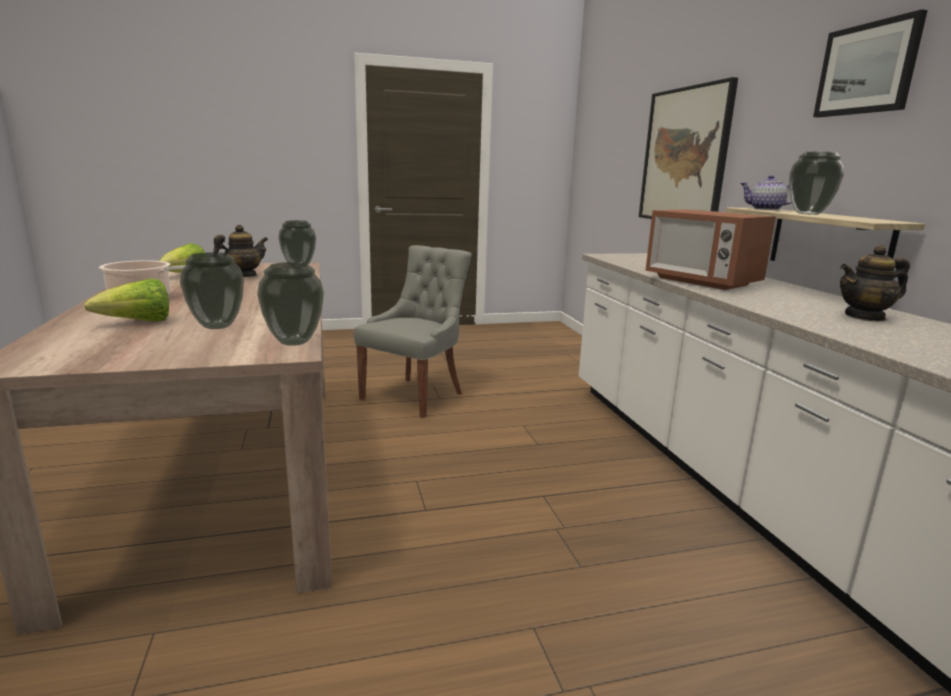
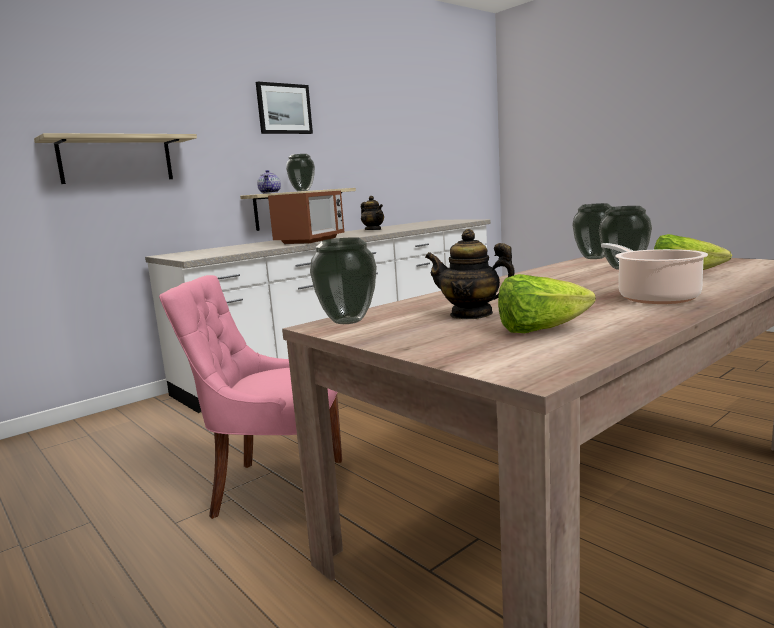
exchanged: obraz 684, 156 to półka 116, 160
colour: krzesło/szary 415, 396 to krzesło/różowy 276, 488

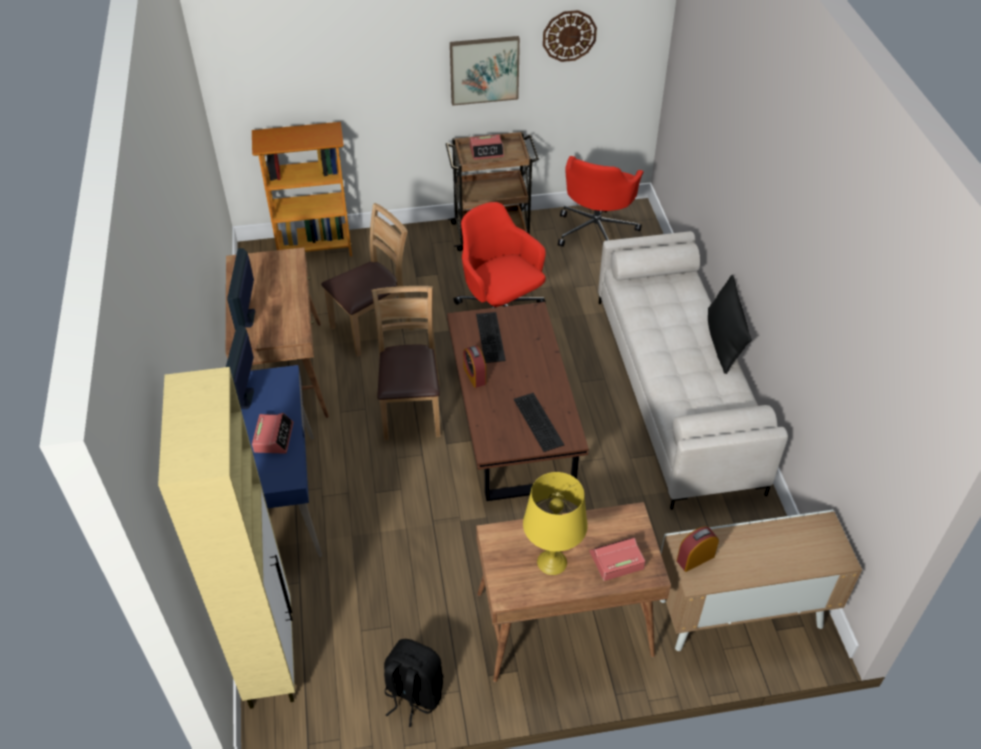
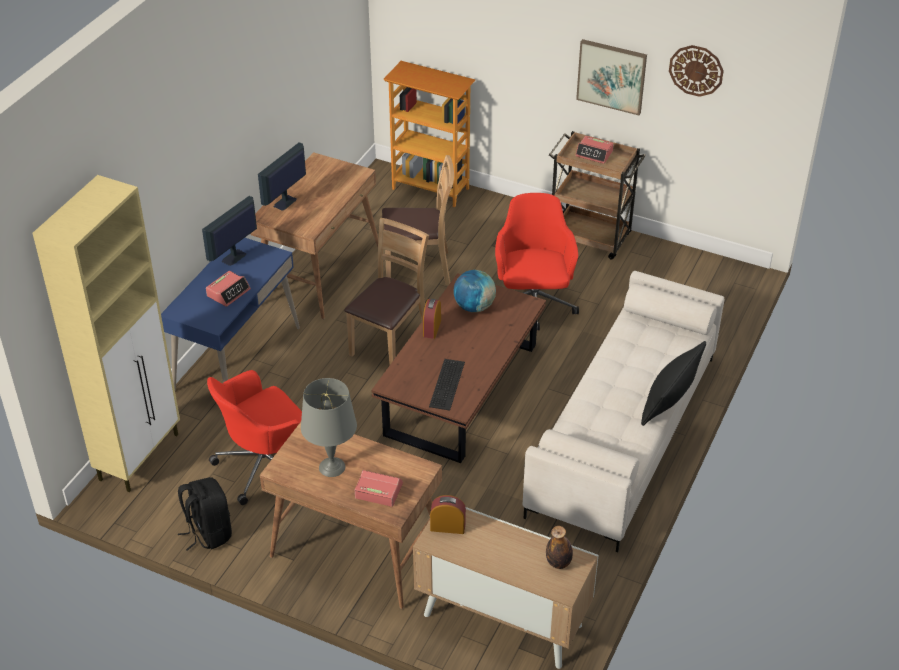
appeared: butelka 558, 563
relocated: krzesło biurowe/czerwony 596, 231 to 266, 465
exchanged: klawiatura 492, 337 to globus 474, 307
colour: lampa stołowa/żółty 551, 562 to lampa stołowa/szary 331, 467

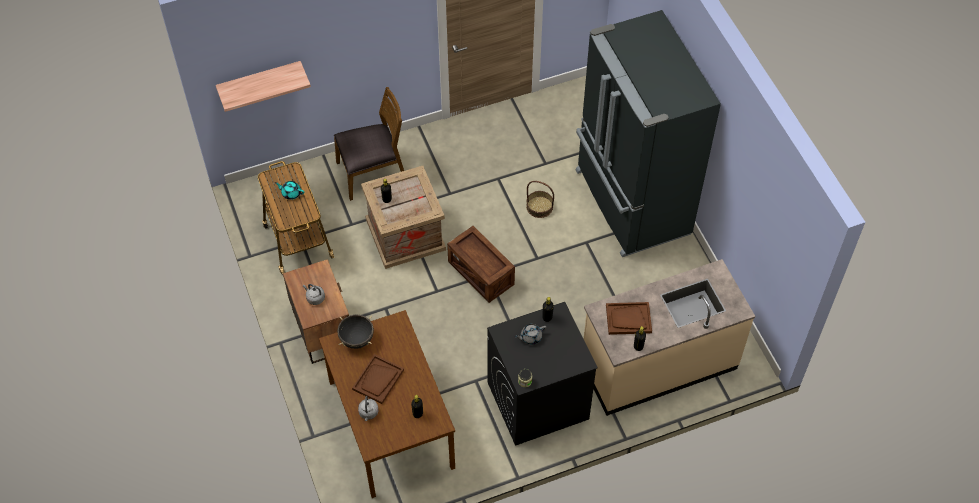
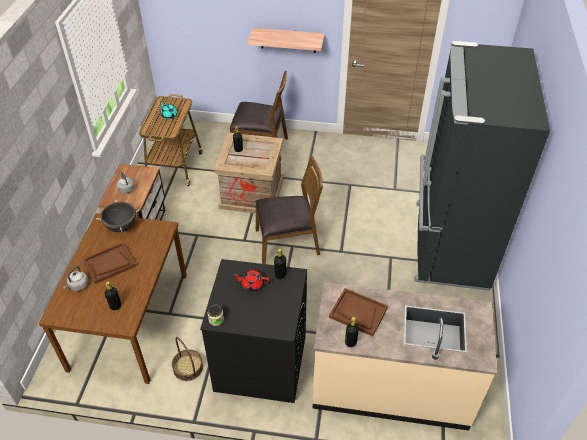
relocated: półka 260, 81 to 288, 40; koszyk 539, 207 to 188, 367
exchanged: skrzynka 481, 273 to krzesło/brązowy 288, 243
colour: imbryk/szary 530, 337 to imbryk/czerwony 252, 284

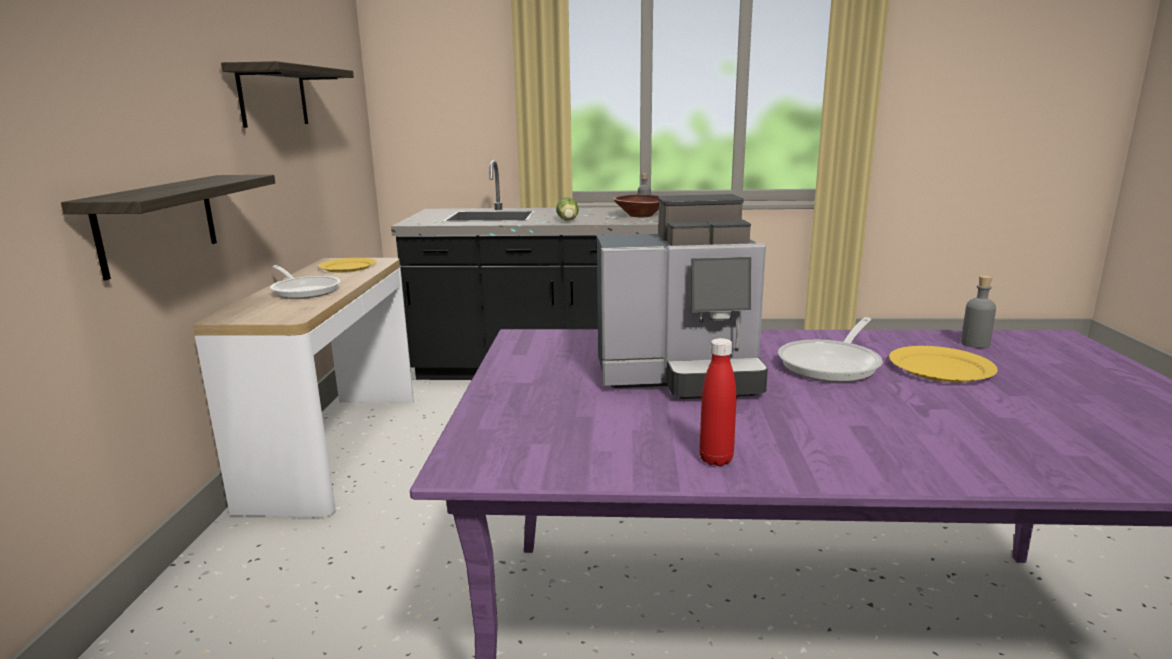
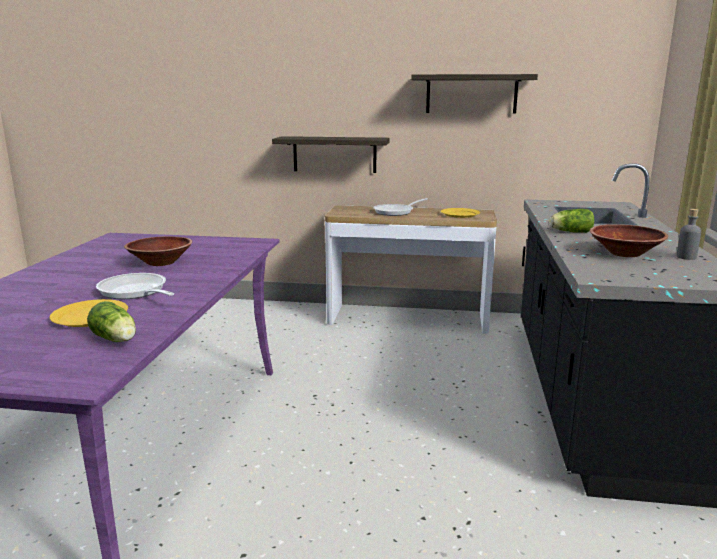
missing: butelka/czerwony 716, 459
exchanged: ekspres do kawy 681, 376 to miska/brązowy 160, 262; butelka/szary 975, 344 to sałata 116, 340

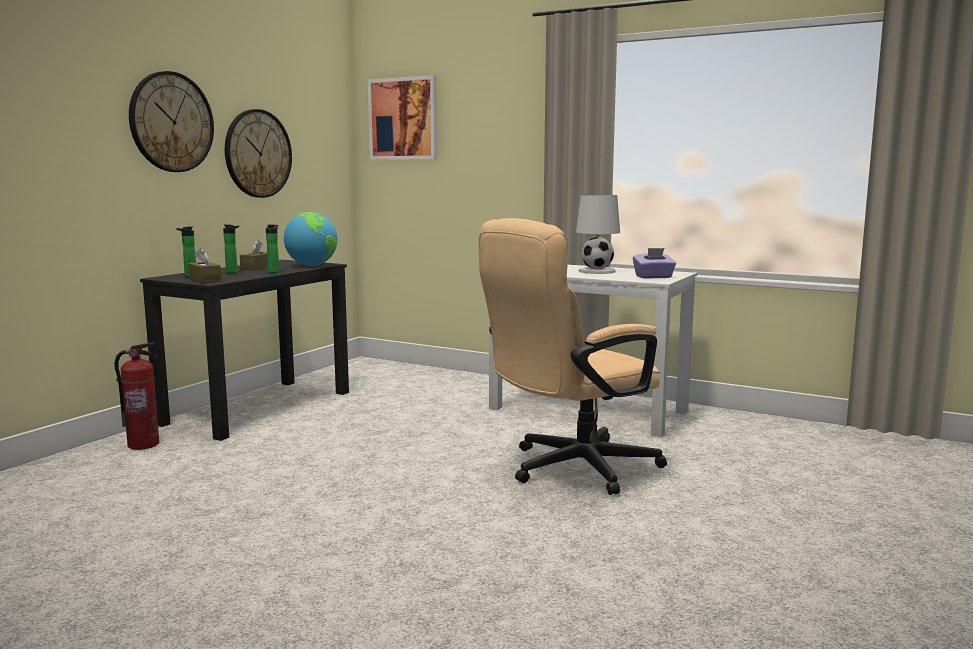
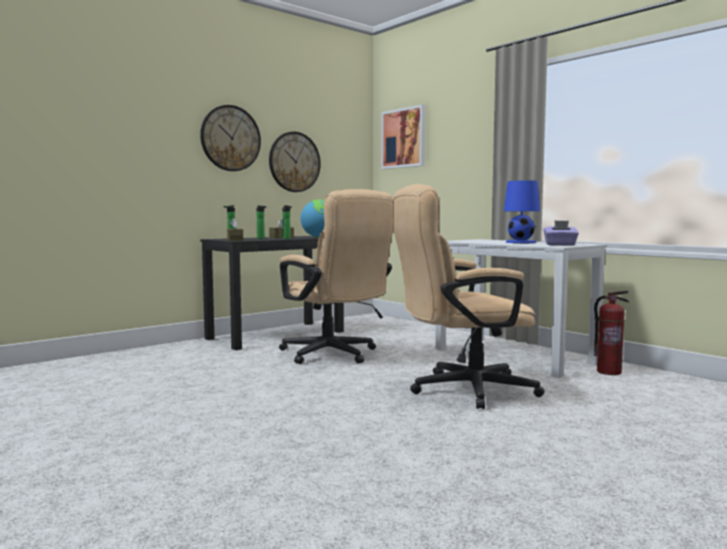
appeared: krzesło biurowe/beżowy 334, 355
relocated: gaśnica 144, 444 to 609, 372
colour: lampa stołowa/biały 596, 271 to lampa stołowa/niebieski 520, 242

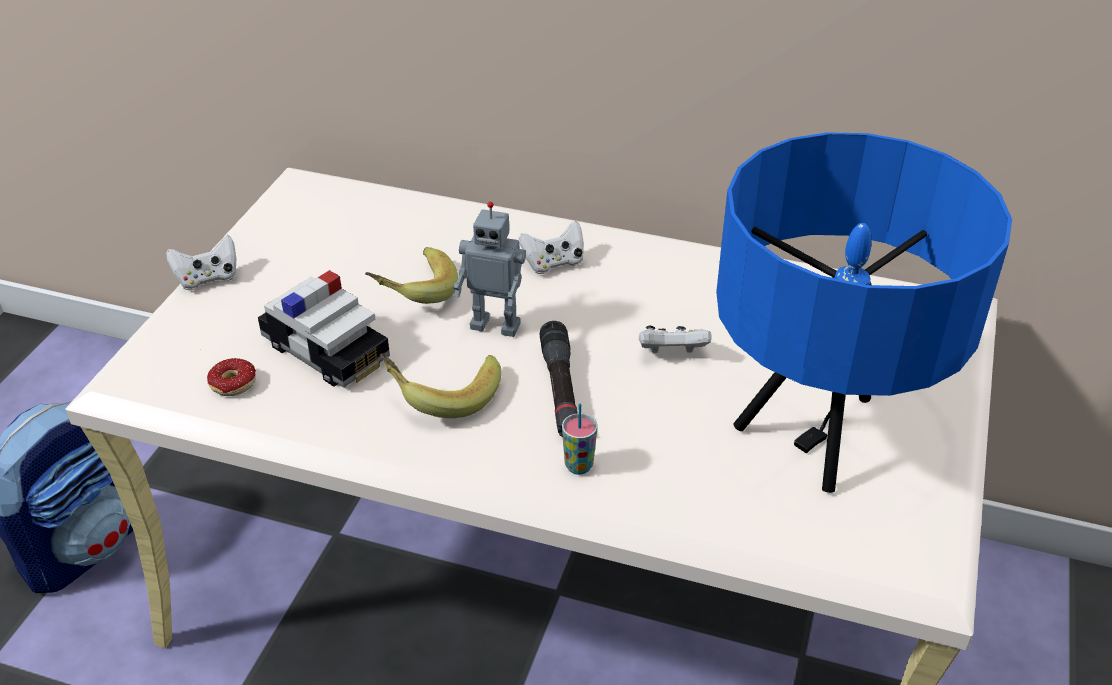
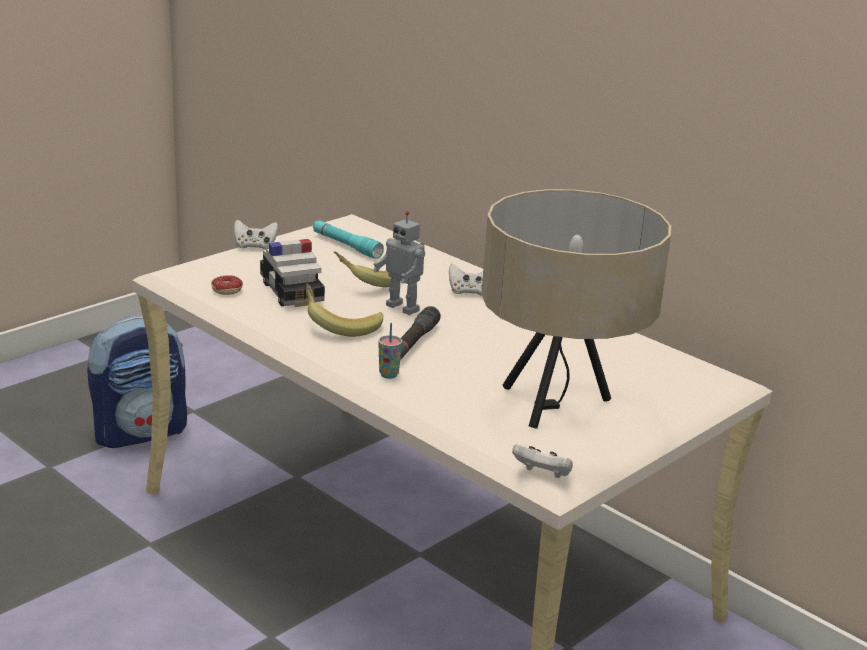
appeared: latarka/turkusowy 346, 246
relocated: pad do gier/biały 672, 354 to 542, 475
colour: lampa stołowa/niebieski 821, 433 to lampa stołowa/beżowy 559, 405

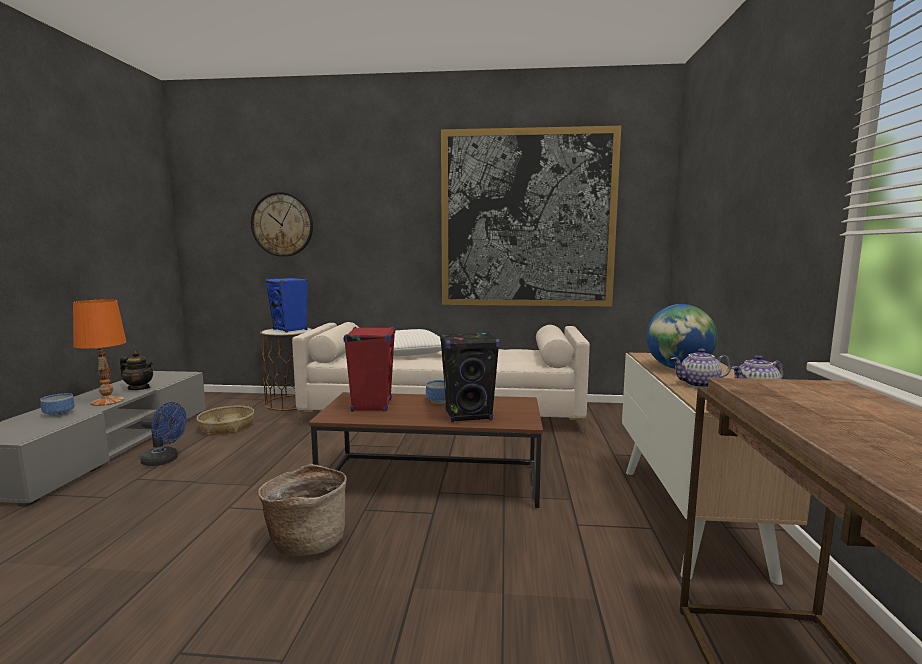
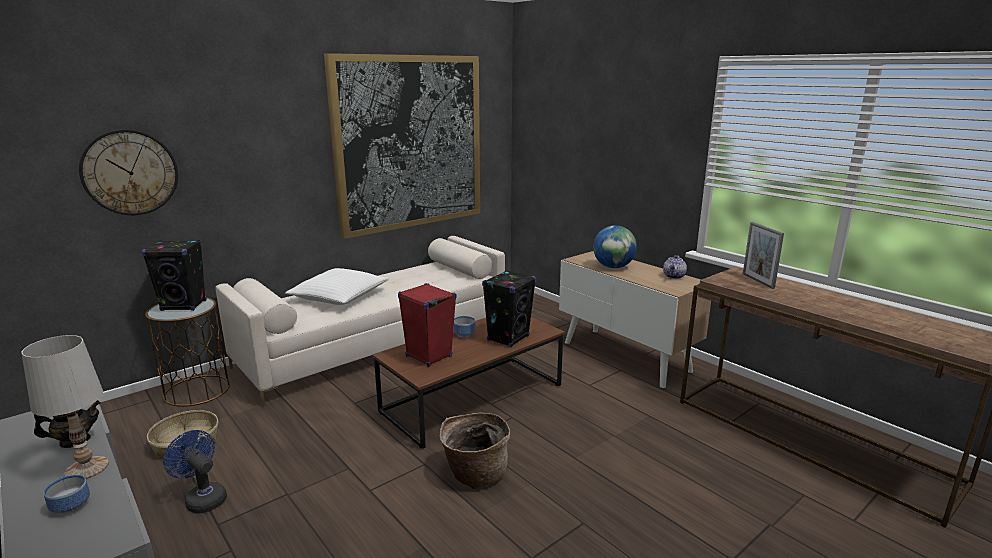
missing: imbryk 699, 385
appeared: ramka na zdjęcie 758, 281
colour: lampa stołowa/pomarańczowy 107, 401 to lampa stołowa/biały 86, 469; głośnik/niebieski 290, 330 to głośnik/czarny 184, 306
spun: wentylator/niebieski 165, 460 = 203, 498 105 degrees counterclockwise

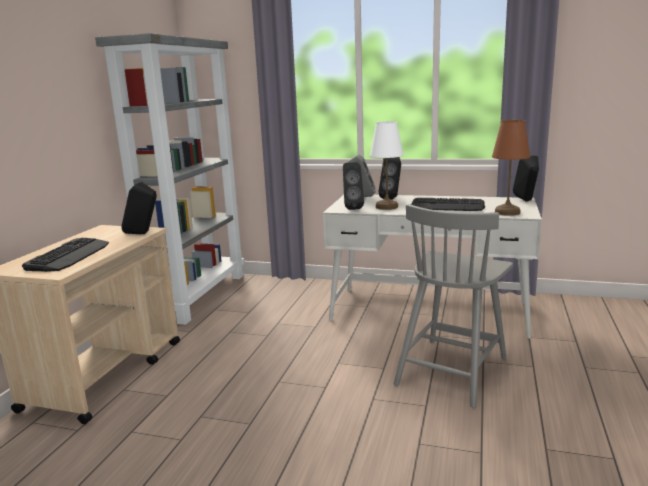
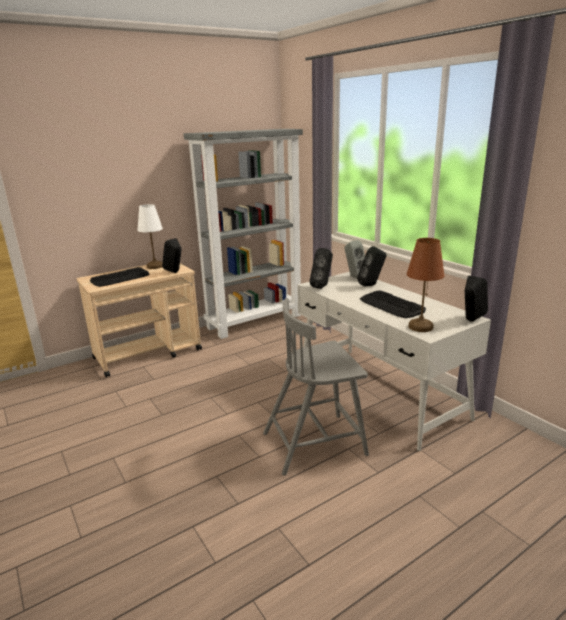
relocated: lampa stołowa/biały 387, 207 to 155, 266

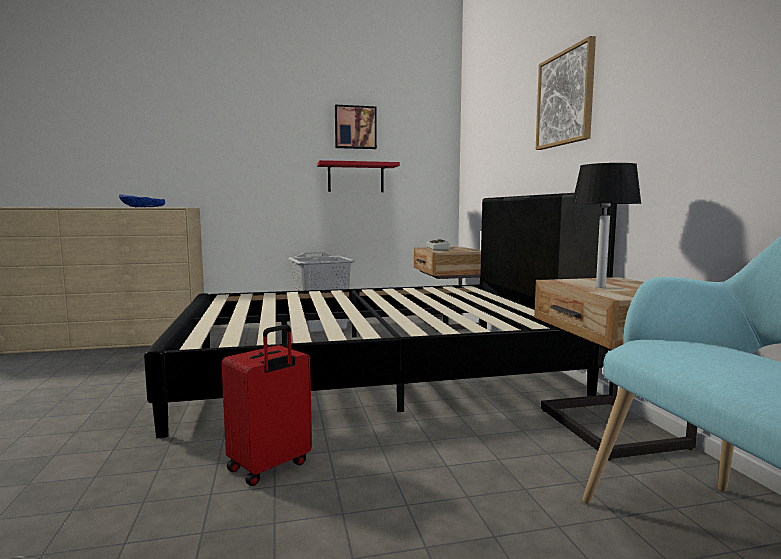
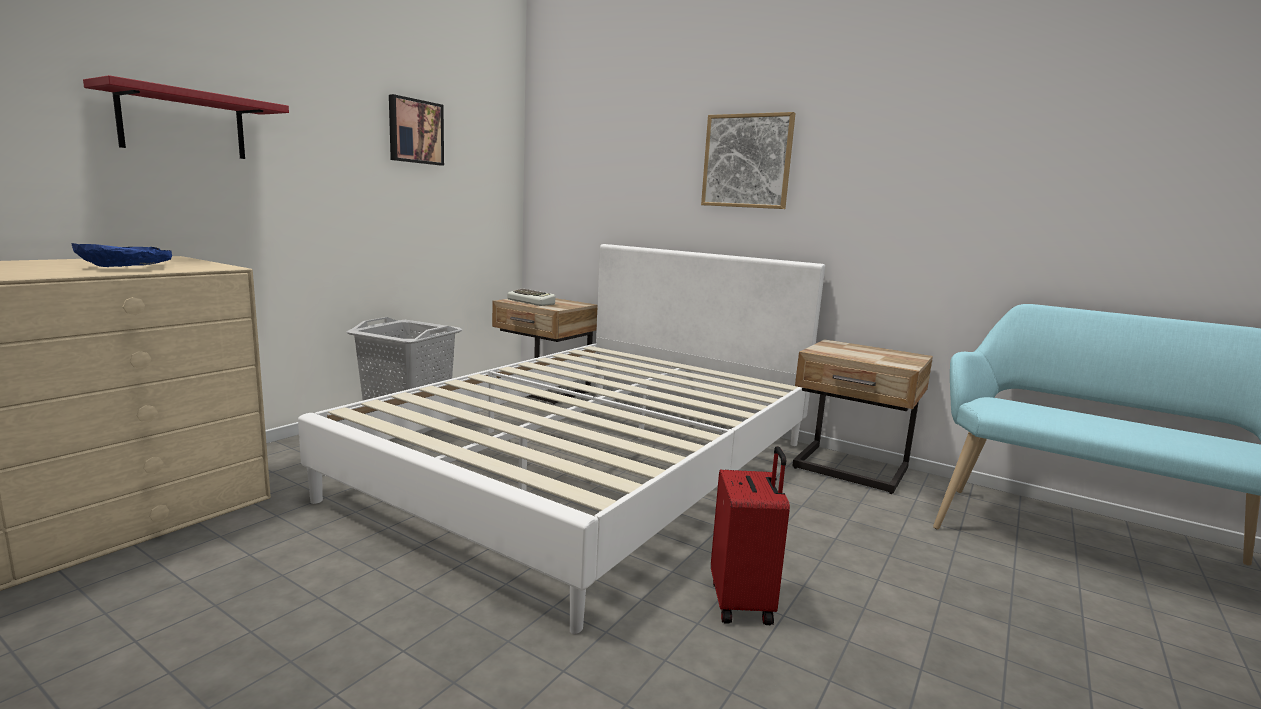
missing: lampa stołowa 601, 287
relocated: półka/czerwony 355, 178 to 183, 124
colour: łóżko/czarny 372, 369 to łóżko/biały 594, 468

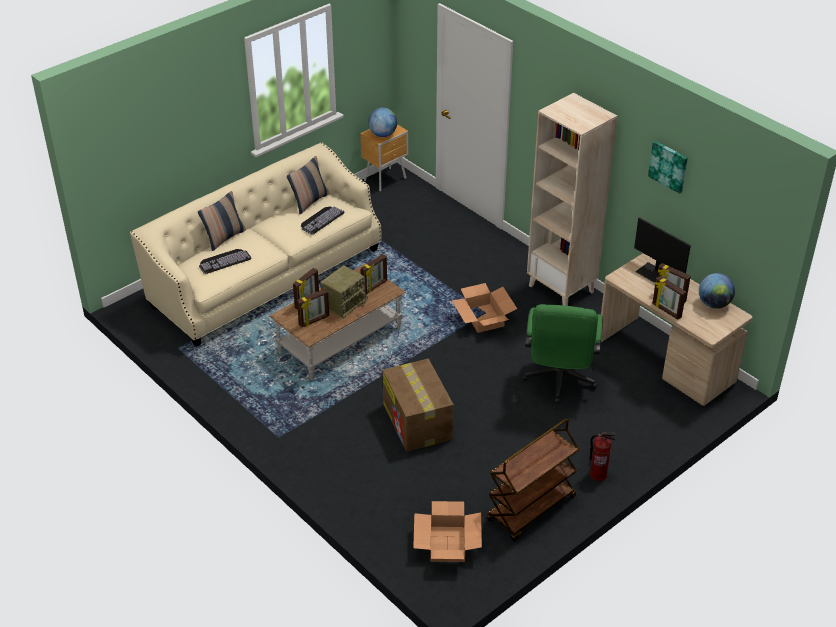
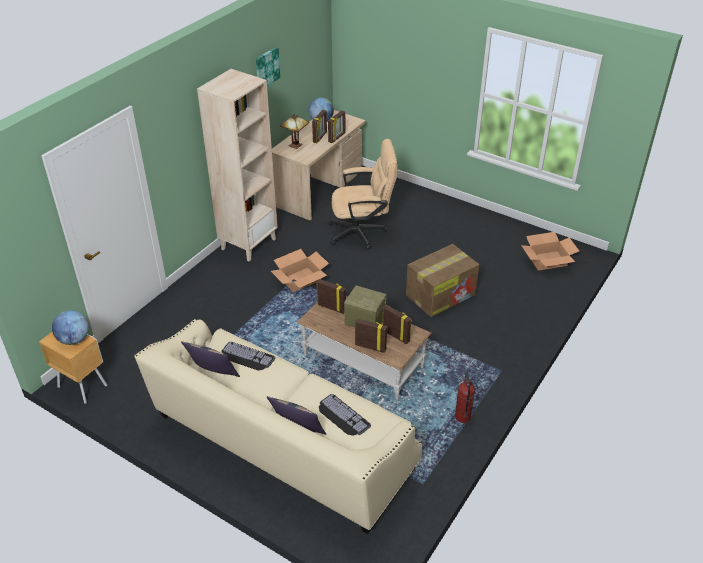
missing: wózek/brązowy 531, 509
relocated: gaśnica 598, 474 to 462, 417
exchanged: monitor 655, 274 to lampa stołowa 295, 144
colour: krzesło biurowe/zielony 559, 382 to krzesło biurowe/beżowy 362, 232

